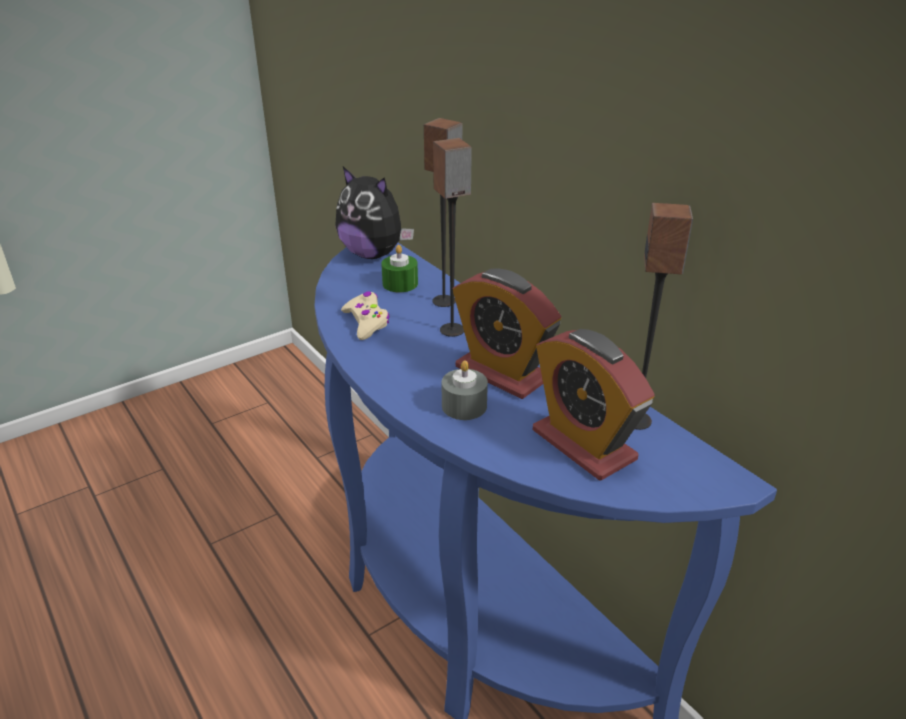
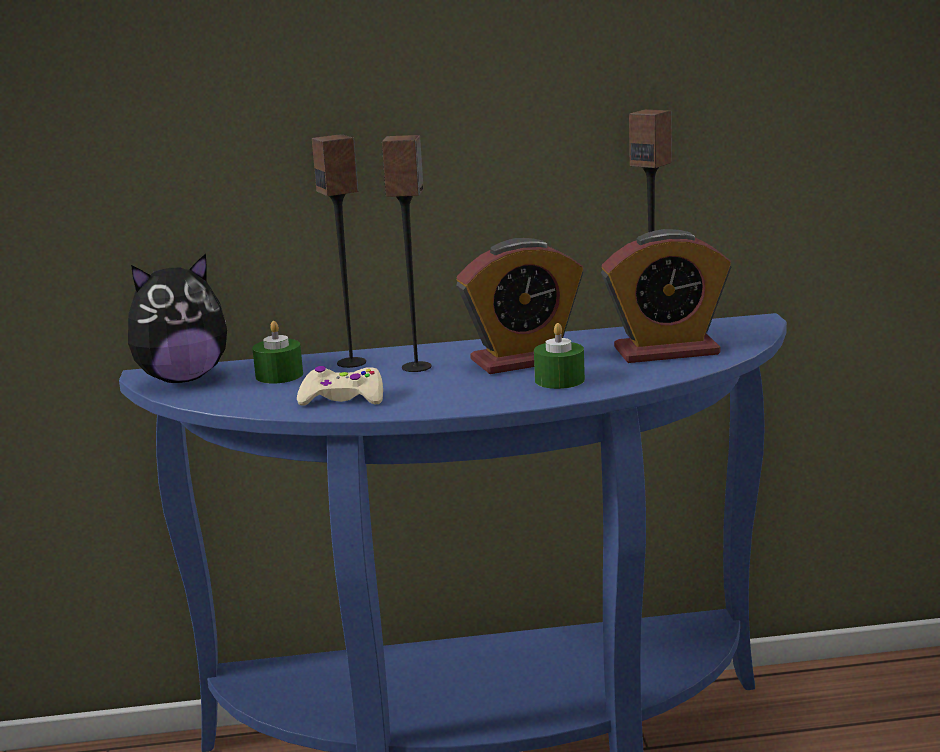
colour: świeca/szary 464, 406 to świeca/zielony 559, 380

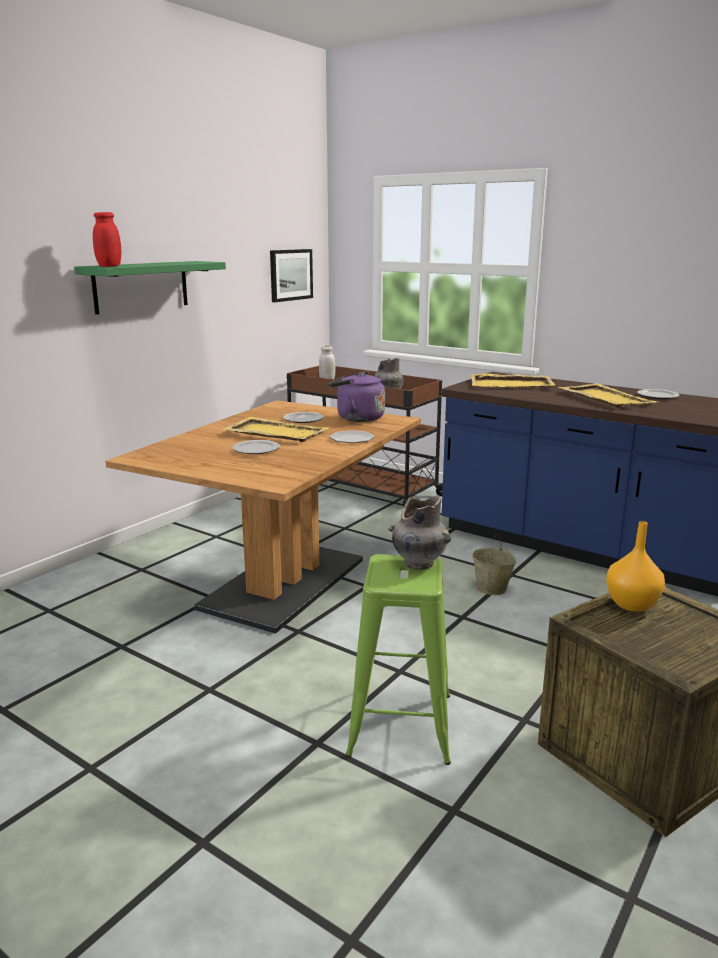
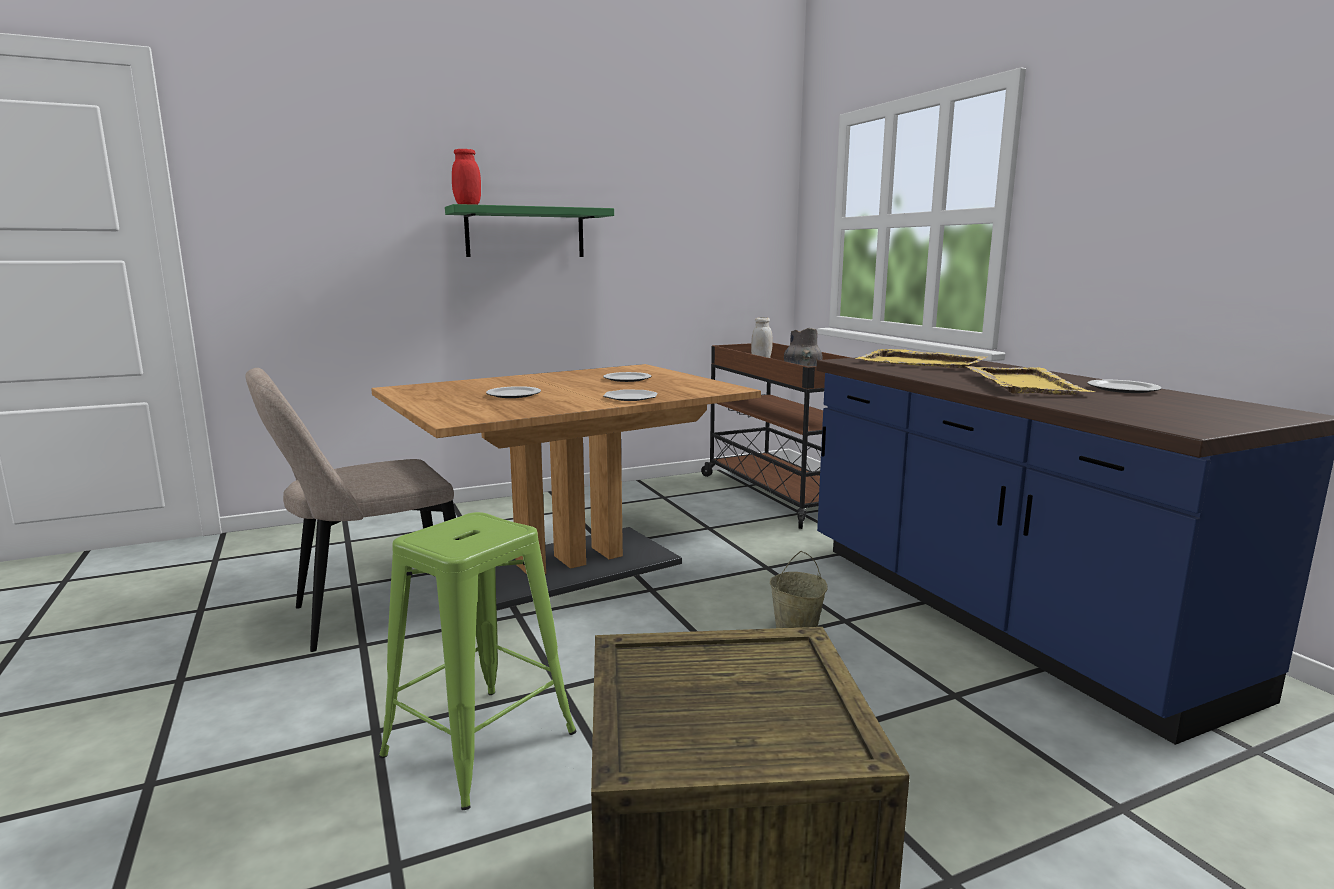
missing: taca/żółty 275, 432; obraz 290, 275; czajnik/fioletowy 357, 418; wazon/szary 418, 563; wazon/pomarańczowy 631, 605
appeared: krzesło/beżowy 371, 613

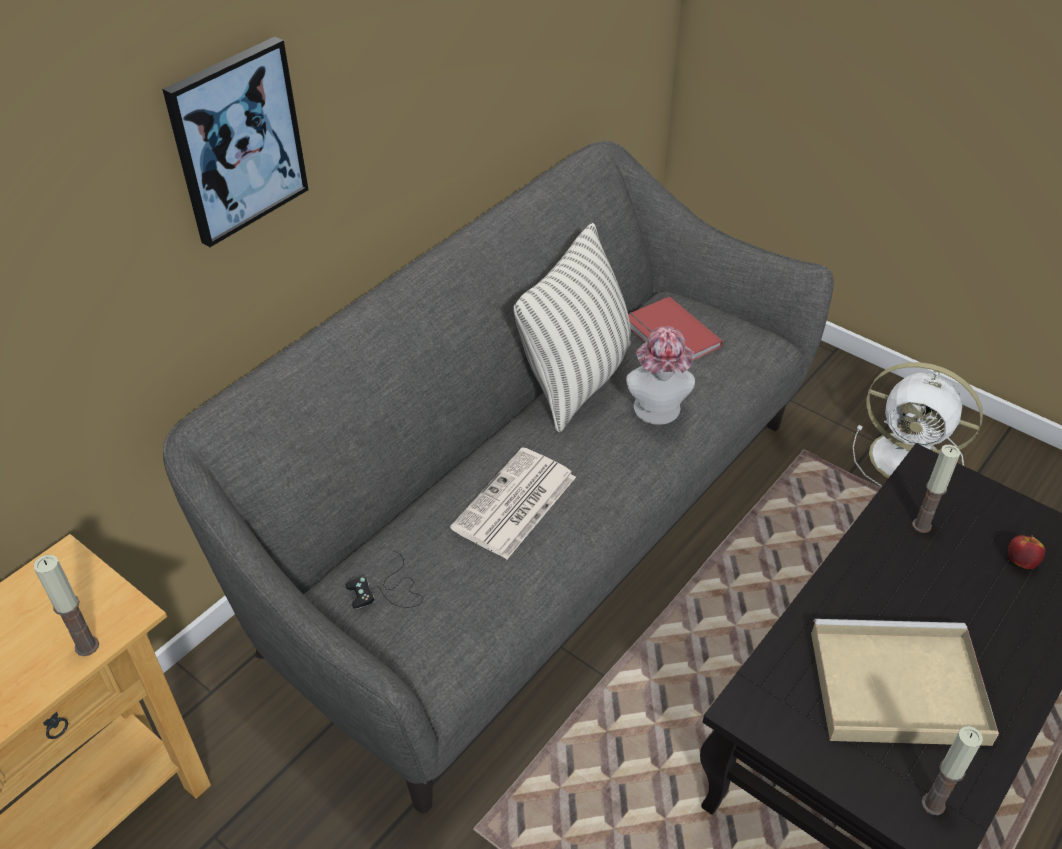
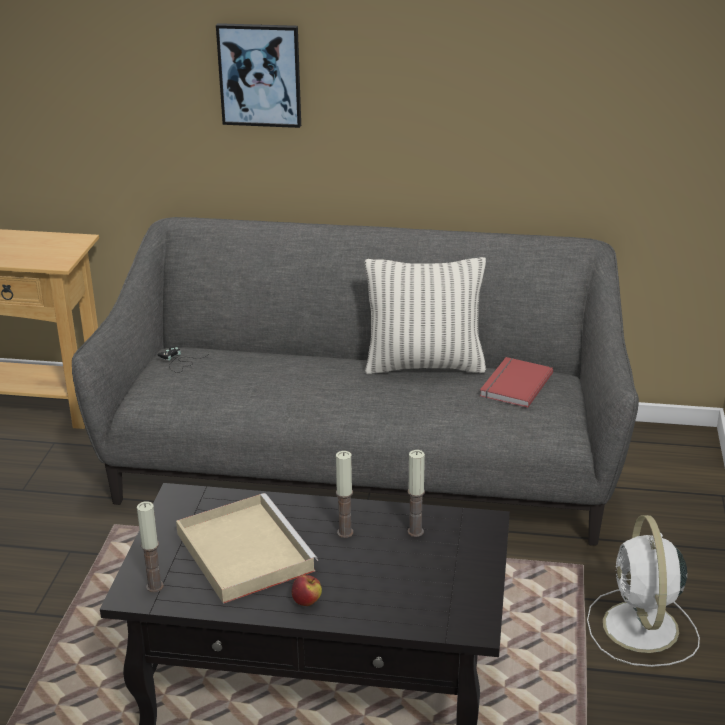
missing: gazeta 514, 505; kapelusz 658, 413
relocated: świeca 87, 646 to 345, 532; jabłko 1020, 561 to 307, 601

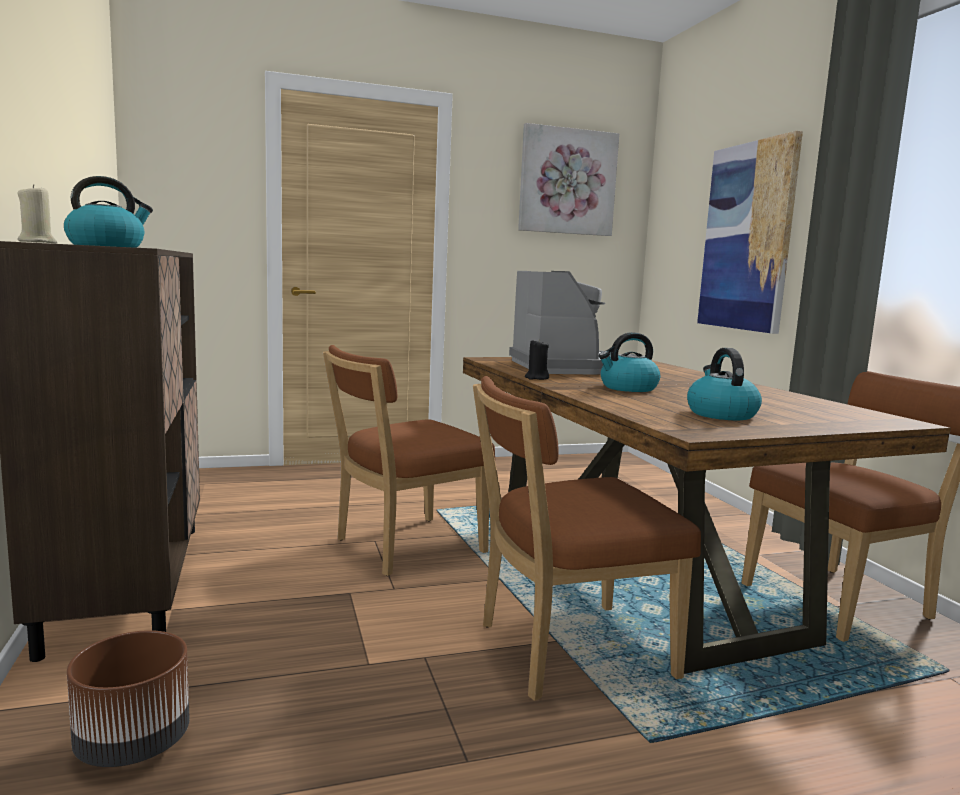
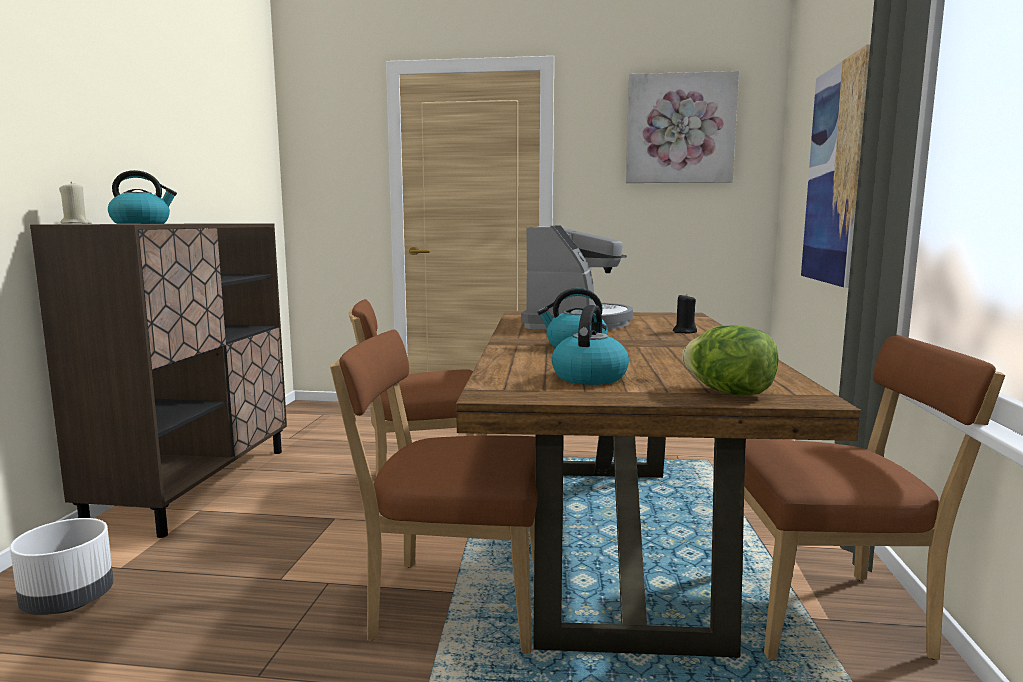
appeared: sałata 729, 393
relocated: świeca/czarny 536, 378 to 684, 332
colour: donica/brązowy 134, 744 to donica/biały 69, 603

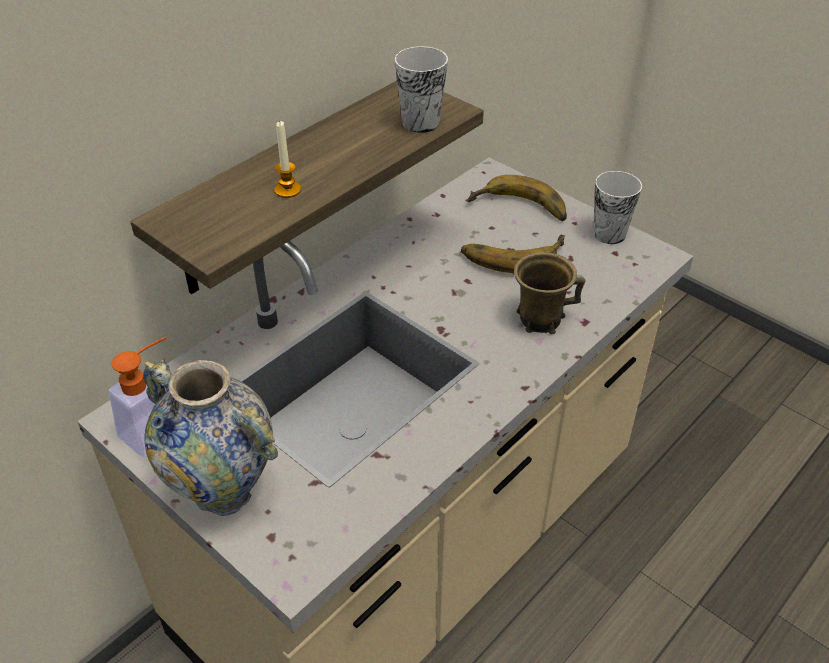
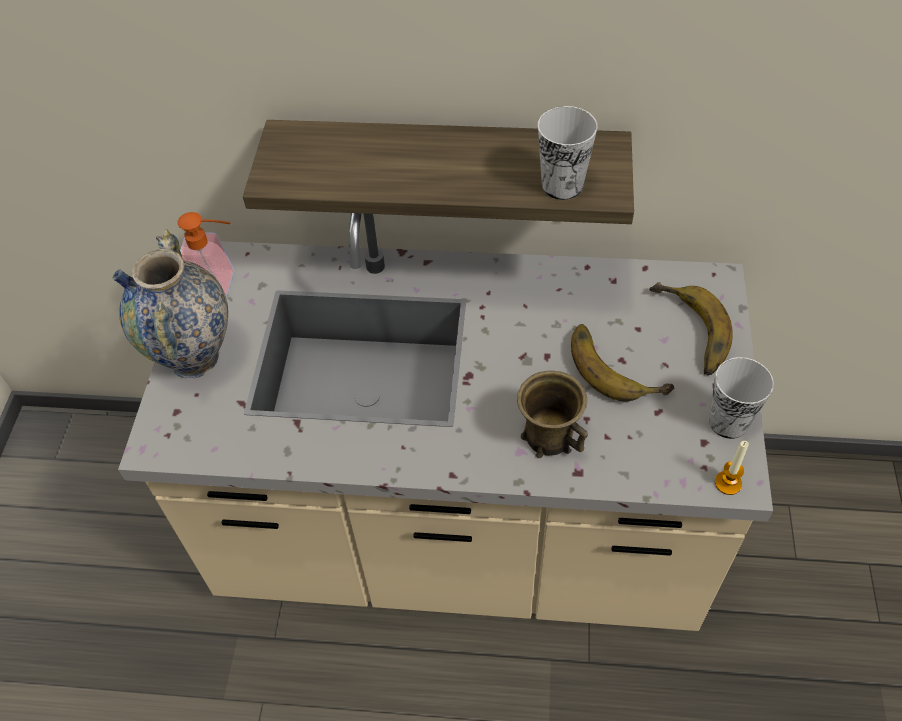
relocated: świeca 287, 190 to 728, 483

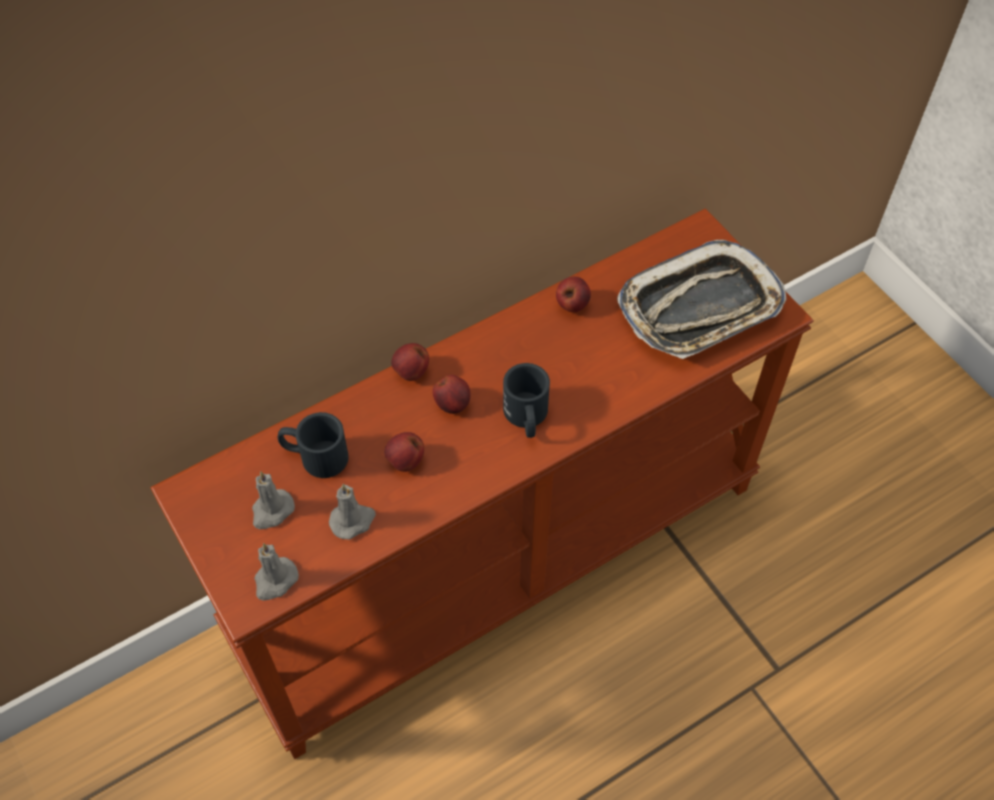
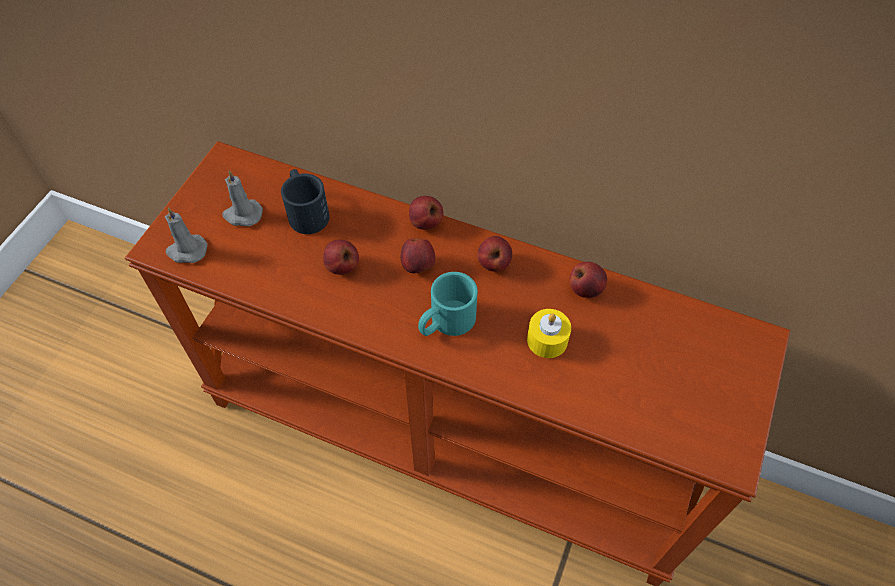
missing: świeca/szary 353, 520; taca 700, 308
appeared: jabłko 493, 264; świeca/żółty 547, 340
colour: kubek/czarny 526, 418 to kubek/turkusowy 445, 322

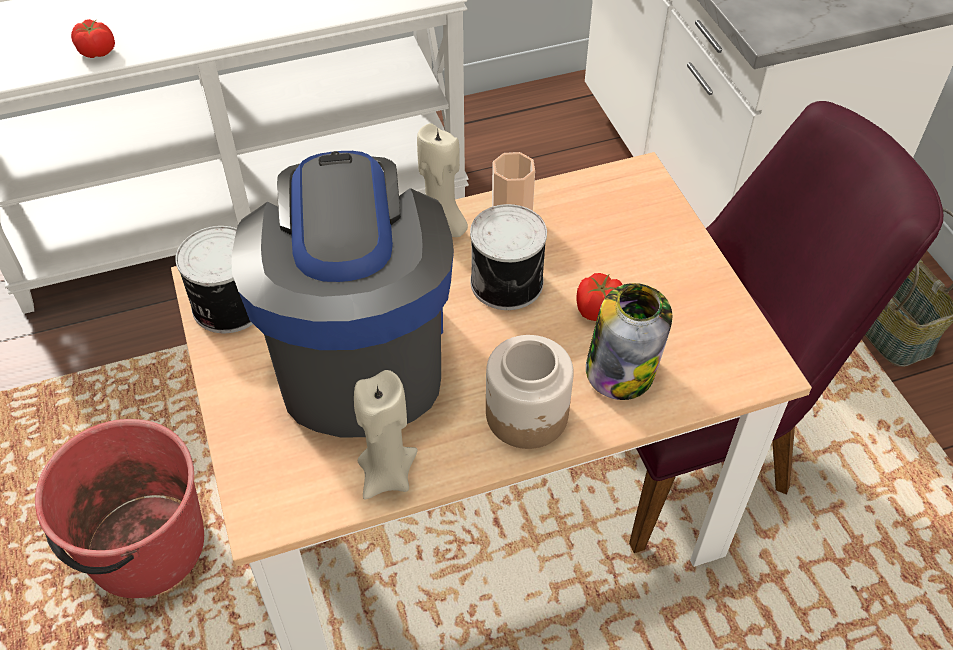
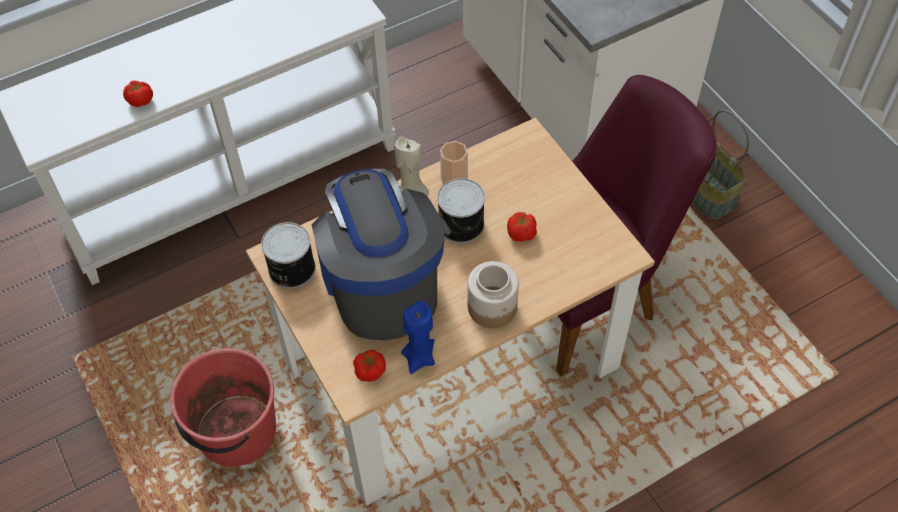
missing: słoik 621, 369
appeared: pomidor 370, 372
colour: świeca/beżowy 387, 475 to świeca/niebieski 419, 357

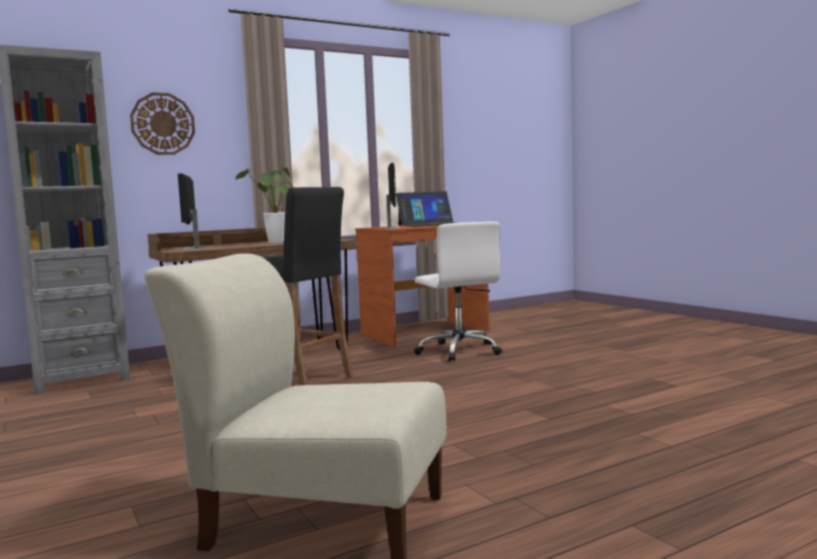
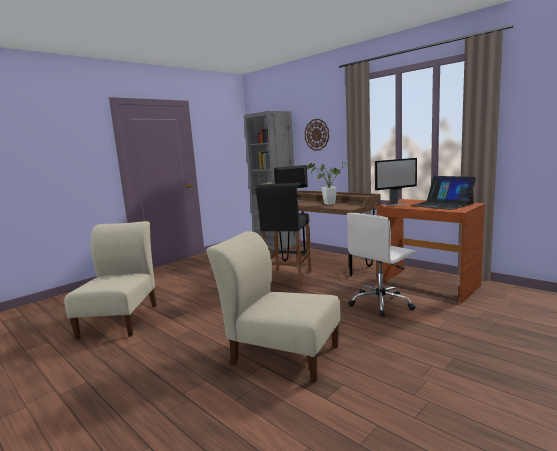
appeared: krzesło/beżowy 281, 354

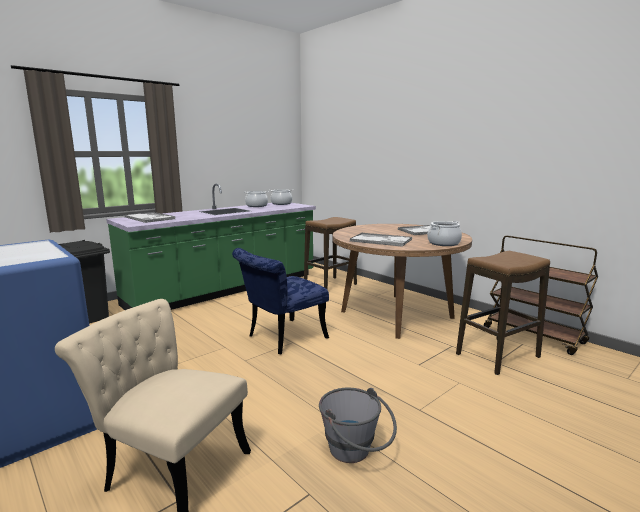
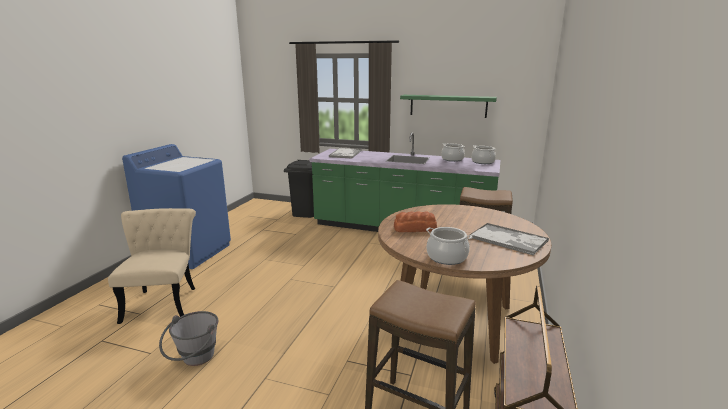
missing: krzesło/niebieski 281, 338
appeared: półka/zielony 448, 106
exchanged: taca 381, 240 to chleb 415, 228

